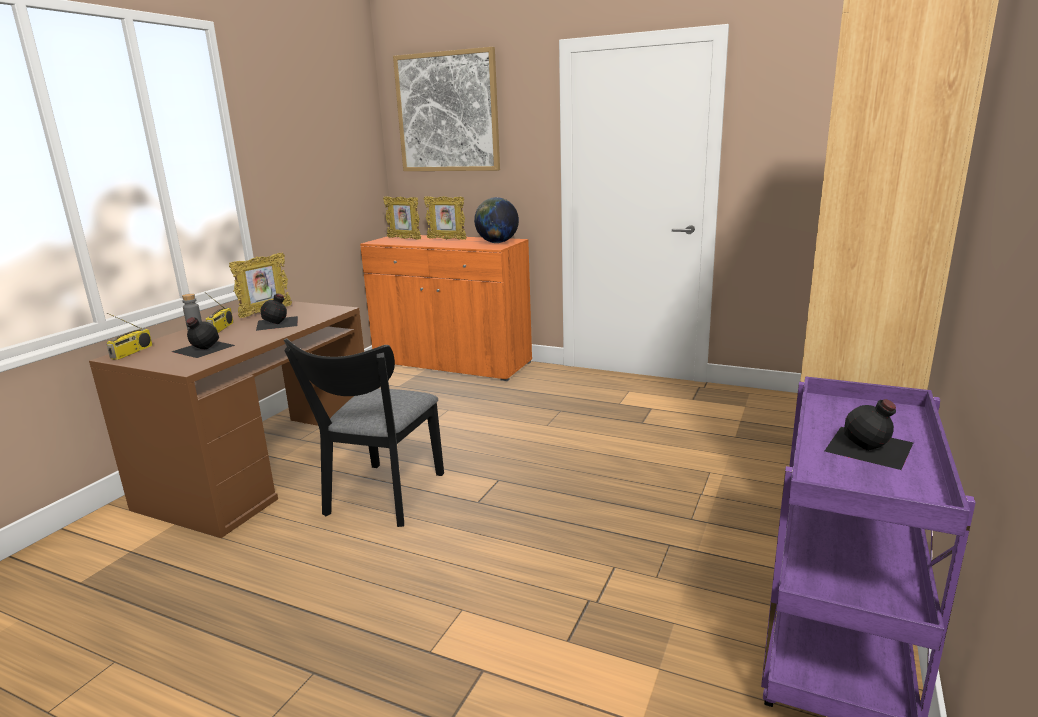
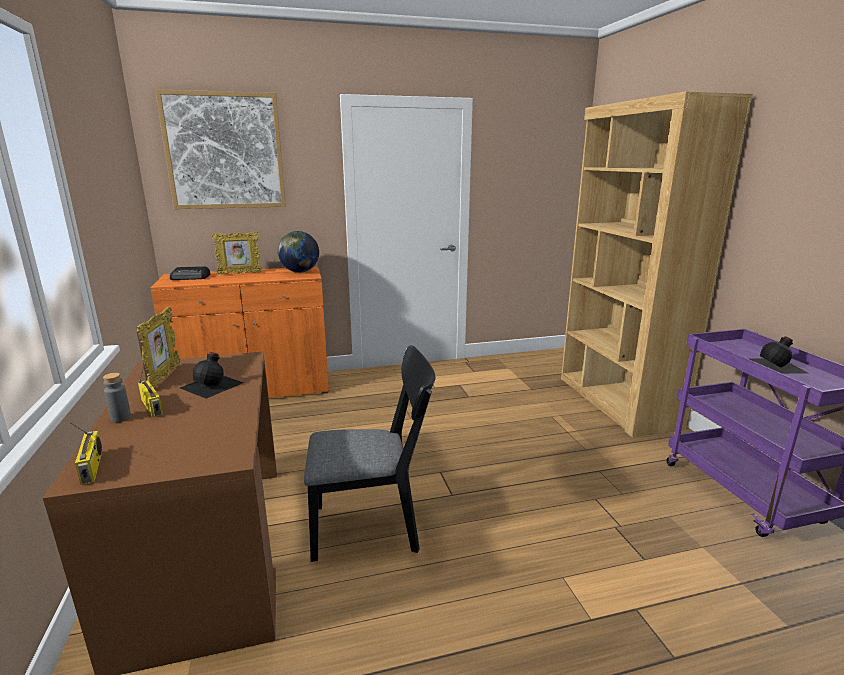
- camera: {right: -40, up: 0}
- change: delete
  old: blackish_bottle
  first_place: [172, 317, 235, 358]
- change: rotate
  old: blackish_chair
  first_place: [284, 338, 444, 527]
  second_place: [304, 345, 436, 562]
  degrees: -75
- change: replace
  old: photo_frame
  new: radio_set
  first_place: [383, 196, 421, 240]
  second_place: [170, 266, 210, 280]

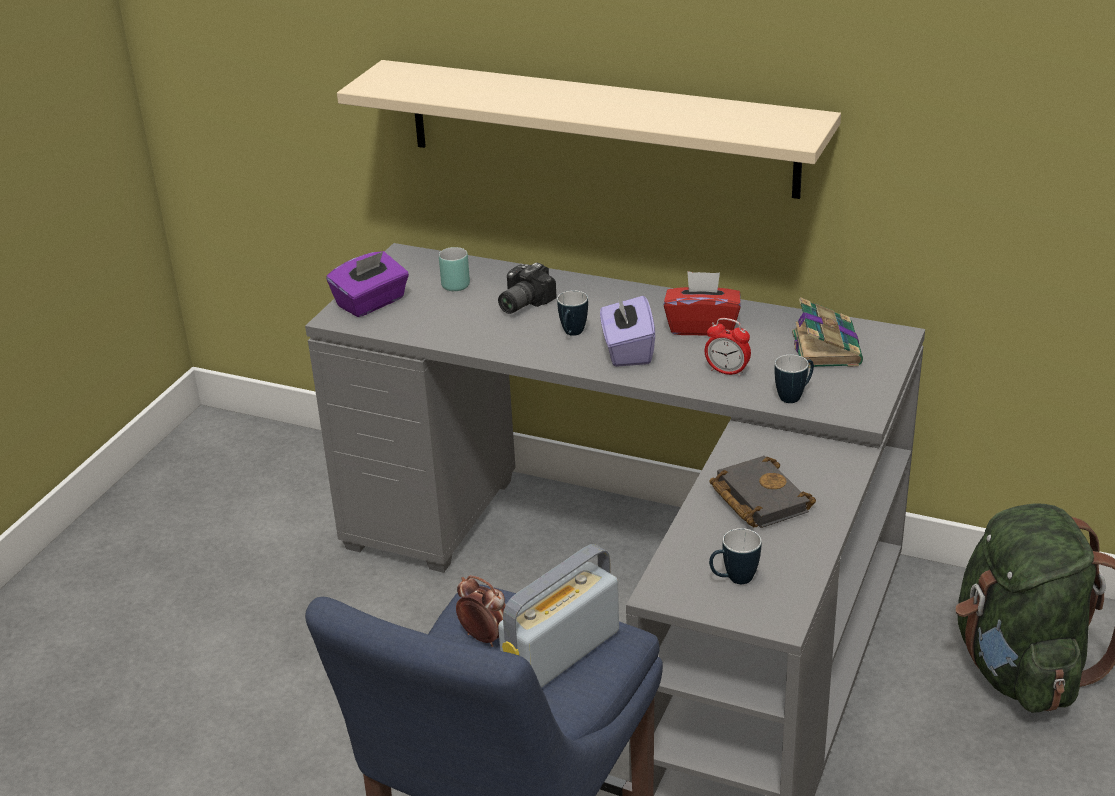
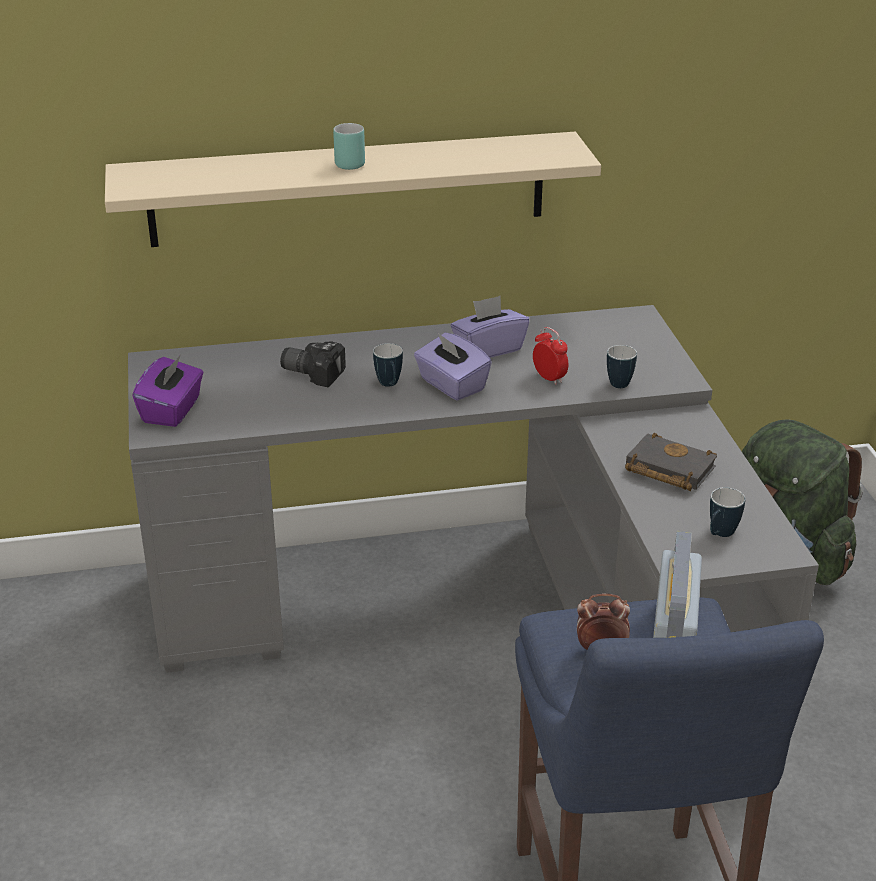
- camera: {right: -35, up: 0}
- change: move
  old: blue-green_coffee_mug
  first_place: [439, 247, 470, 291]
  second_place: [333, 123, 365, 170]
- change: rotate
  old: still_camera
  first_place: [498, 262, 557, 314]
  second_place: [280, 341, 346, 387]
  degrees: 105
- change: recolor
  old: red_tissue_box
  new: purple-coloured_tissue_box
  first_place: [664, 271, 741, 336]
  second_place: [451, 296, 529, 358]
- change: rotate
  old: table_clock
  first_place: [705, 318, 751, 377]
  second_place: [533, 327, 568, 385]
  degrees: -120
- change: delete
  old: bound_book
  first_place: [792, 297, 863, 368]

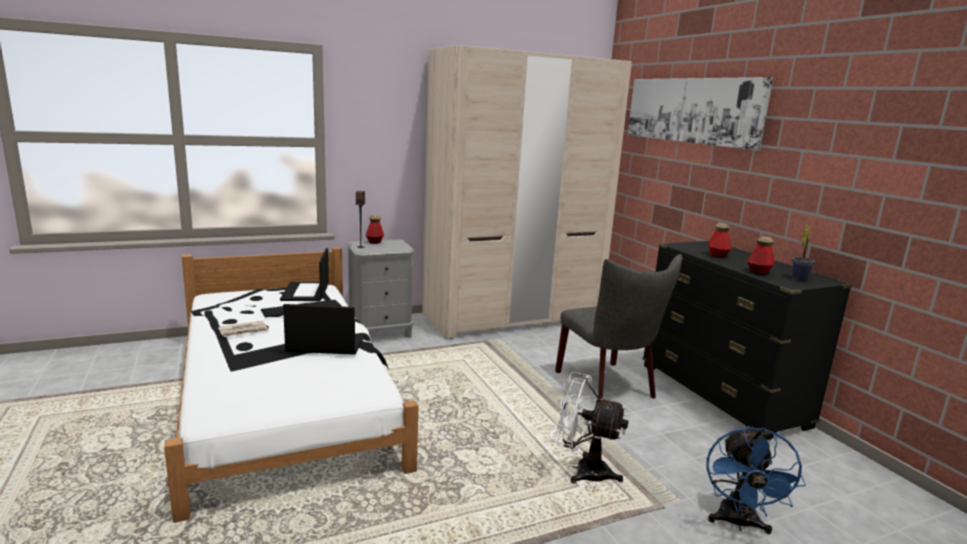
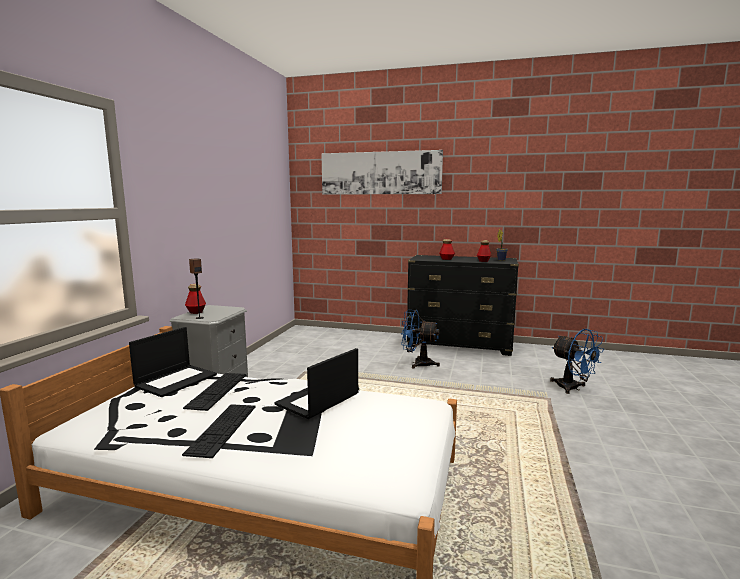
- camera: {right: -50, up: -5}
- change: replace
  old: newspaper
  new: keyboard
  first_place: [218, 321, 269, 337]
  second_place: [182, 404, 255, 458]
- change: rotate
  old: portable_computer
  first_place: [280, 248, 329, 301]
  second_place: [129, 327, 217, 397]
  degrees: -90
- change: delete
  old: beige_armoire
  first_place: [422, 45, 632, 339]
- change: delete
  old: whitish_fan
  first_place: [554, 372, 629, 483]
- change: replace
  old: greyish_chair
  new: blue_fan
  first_place: [555, 254, 682, 399]
  second_place: [401, 310, 440, 368]

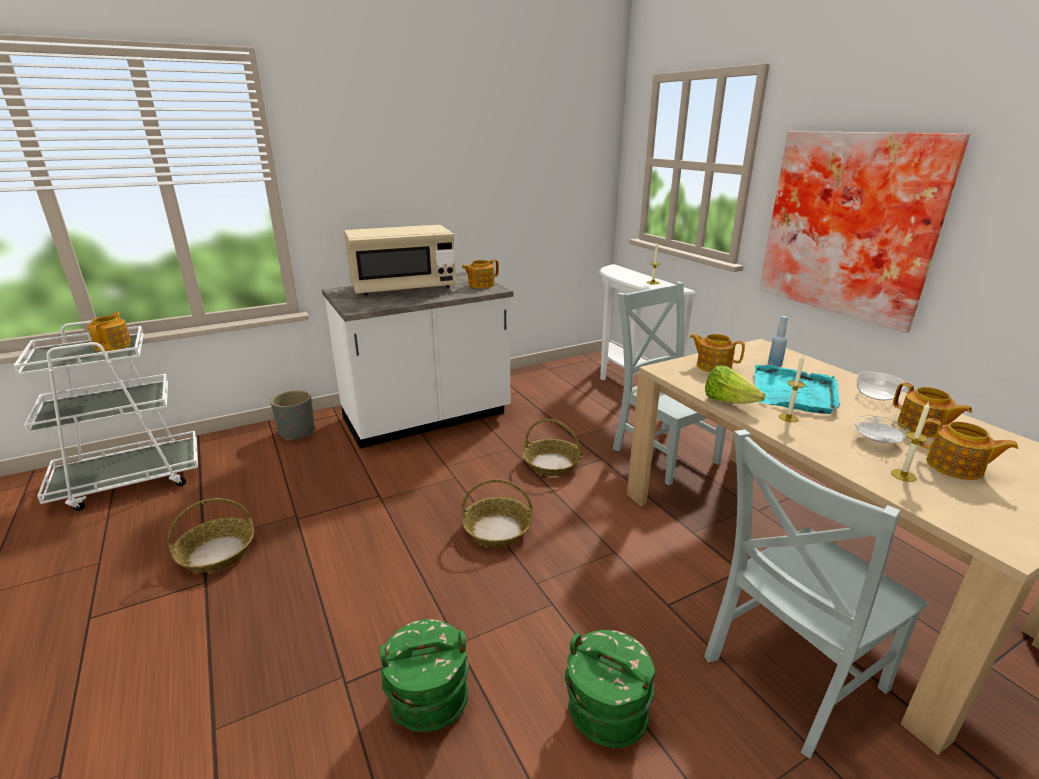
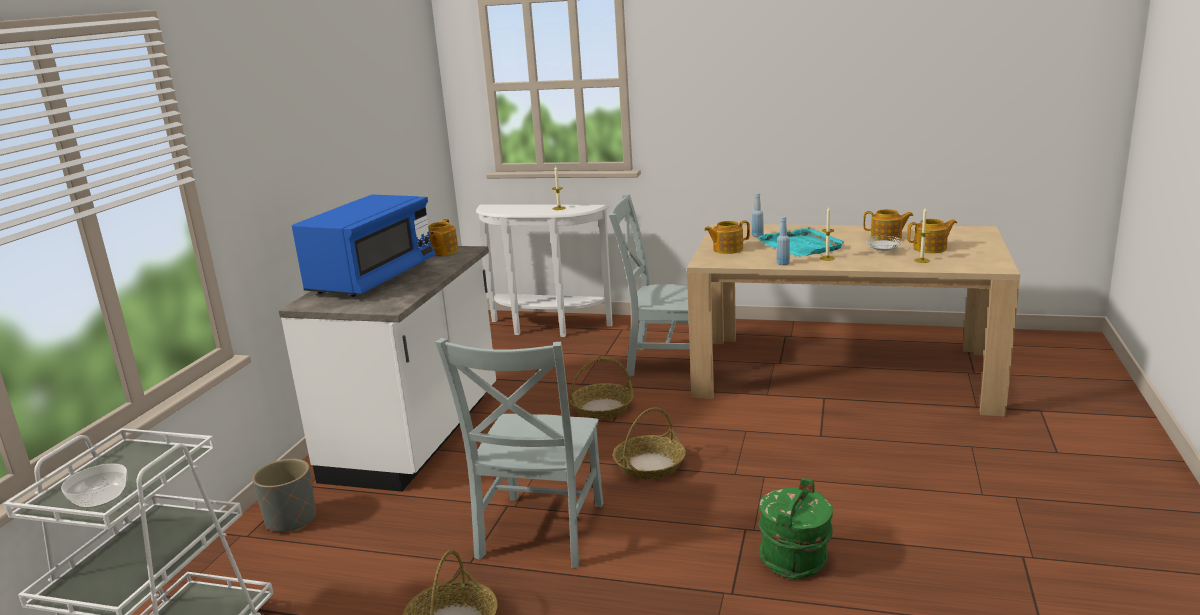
- camera: {right: -45, up: -5}
- change: delete
  old: teapot
  first_place: [87, 312, 132, 351]
- change: recolor
  old: beige_kitchen_microwave
  new: blue_kitchen_microwave
  first_place: [344, 225, 457, 295]
  second_place: [292, 195, 435, 297]
- change: delete
  old: green_water_bucket
  first_place: [565, 630, 656, 748]
- change: move
  old: greyish_chair
  first_place: [704, 430, 929, 758]
  second_place: [435, 338, 603, 568]
- change: replace
  old: head_of_lettuce
  new: blue_bottle
  first_place: [705, 366, 766, 404]
  second_place: [777, 216, 790, 265]
- change: delete
  old: wall_picture
  first_place: [759, 131, 970, 333]
- change: move
  old: bowl
  first_place: [857, 372, 905, 400]
  second_place: [61, 464, 127, 508]

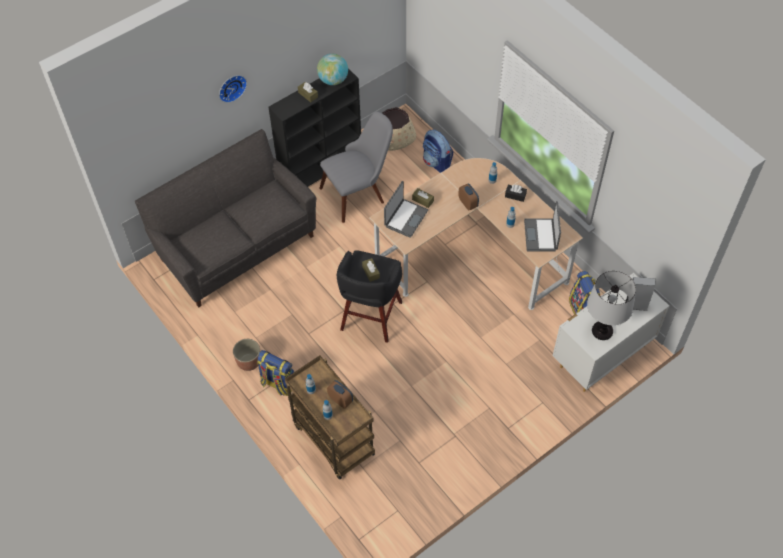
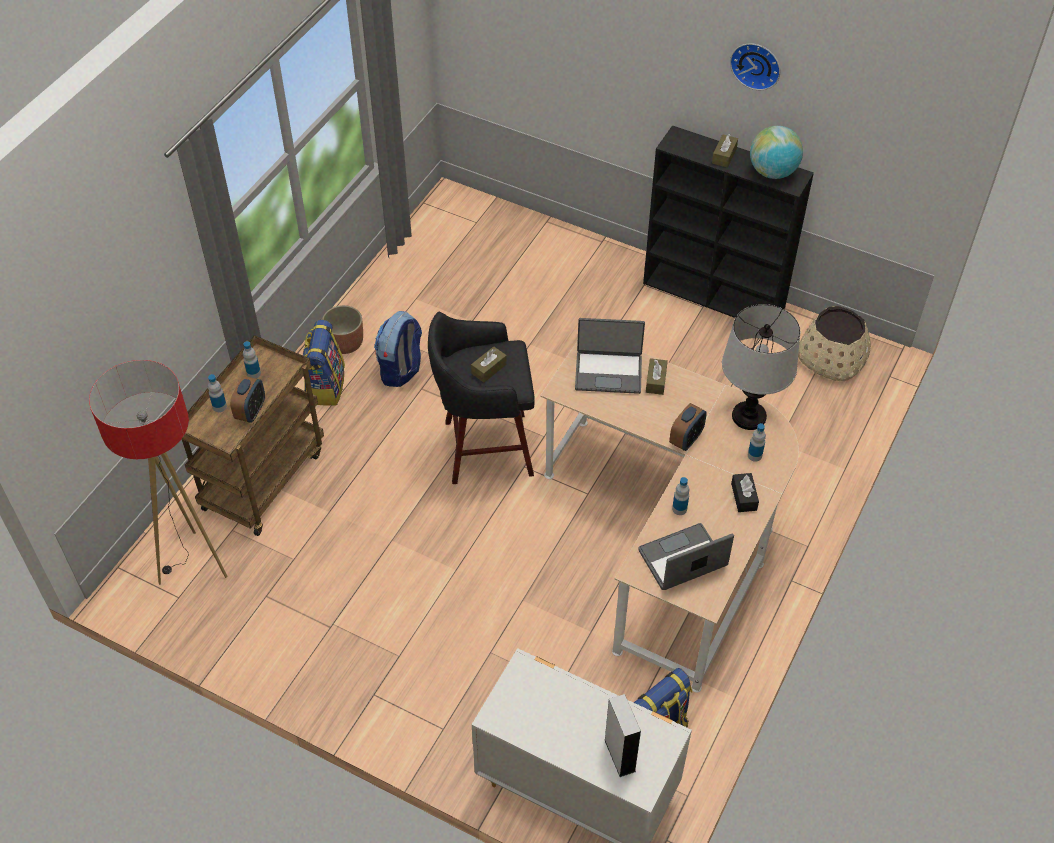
- camera: {right: 65, up: -5}
- change: delete
  old: greyish_settee
  first_place: [135, 129, 316, 307]
- change: move
  old: wall_clock
  first_place: [219, 75, 247, 103]
  second_place: [730, 43, 780, 90]
- change: delete
  old: greyish_chair
  first_place: [319, 112, 393, 223]
- change: move
  old: rucksack
  first_place: [423, 130, 453, 173]
  second_place: [374, 311, 422, 387]
- change: move
  old: tabletop_lamp
  first_place: [587, 271, 636, 340]
  second_place: [722, 304, 800, 430]
- change: insert
  new: floor_lamp
  second_place: [89, 360, 227, 585]

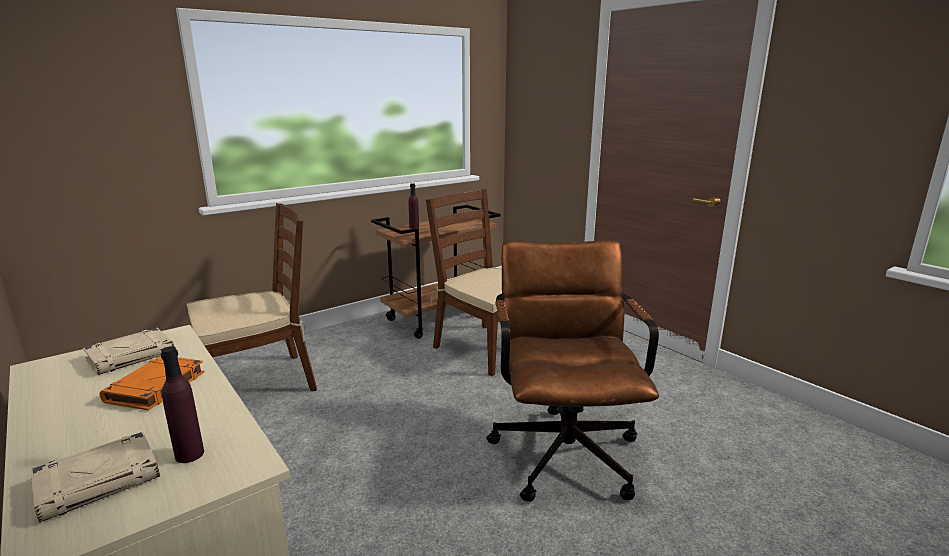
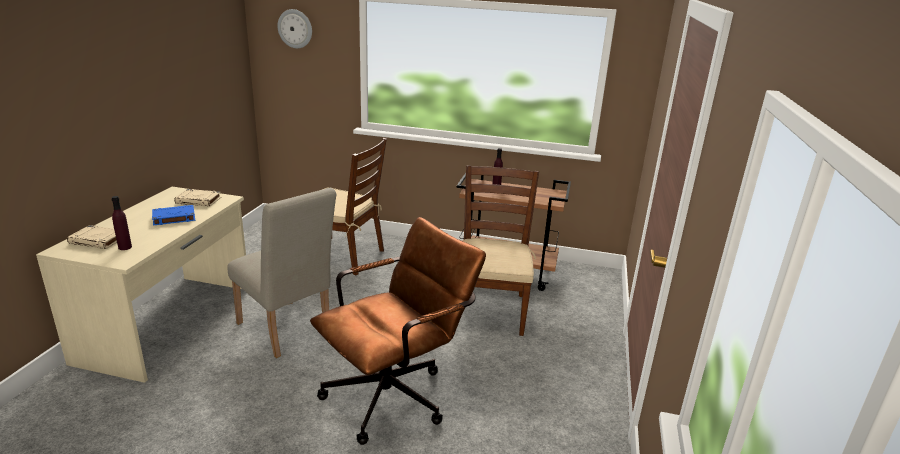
- camera: {right: 50, up: 5}
- change: recolor
  old: orange-coloured_bound_book
  new: blue_bound_book
  first_place: [100, 356, 205, 411]
  second_place: [152, 205, 195, 226]
- change: insert
  new: beige_chair
  second_place: [227, 188, 336, 358]
- change: insert
  new: wall_clock
  second_place: [277, 9, 312, 48]

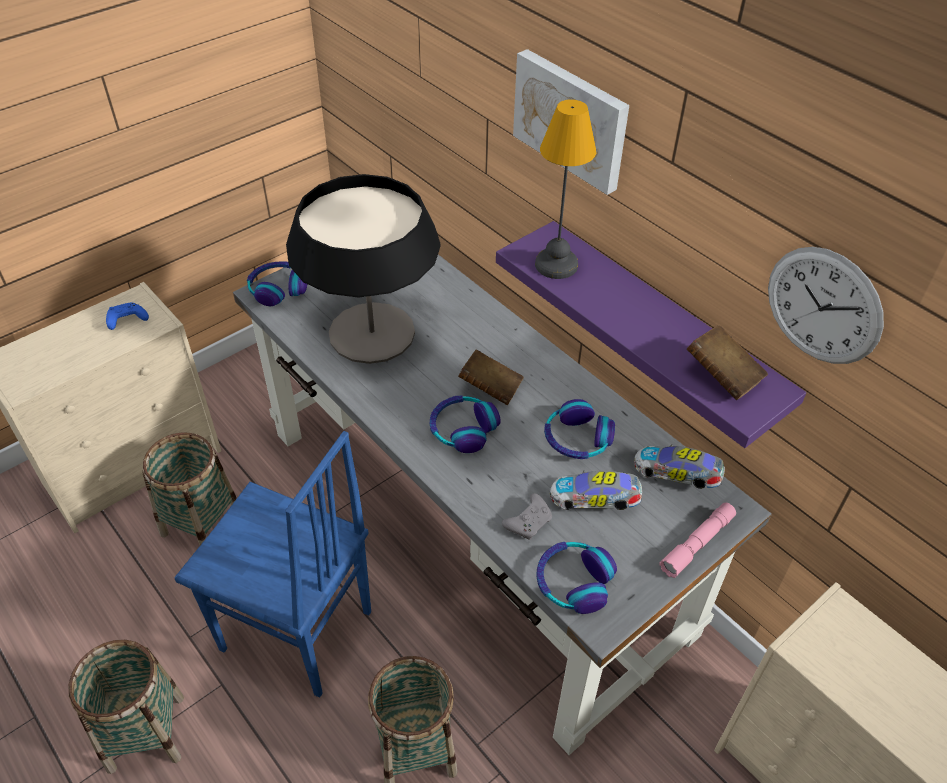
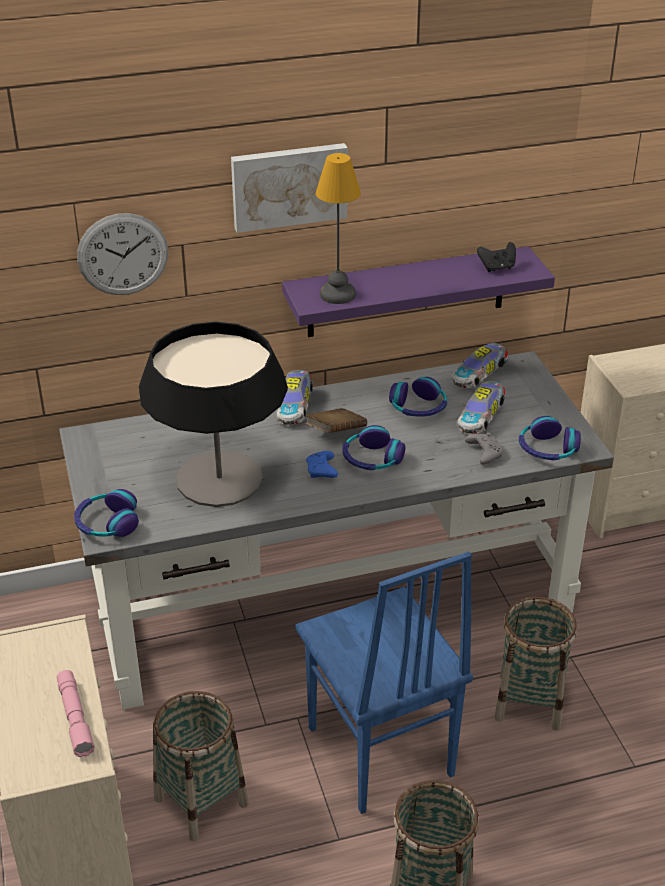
- camera: {right: -65, up: -10}
- change: move
  old: blue_joypad
  first_place: [106, 302, 149, 330]
  second_place: [306, 451, 338, 478]
- change: rotate
  old: blue_chair
  first_place: [174, 431, 371, 698]
  second_place: [296, 552, 473, 814]
  degrees: 105
- change: move
  old: pink_flashlight
  first_place: [659, 502, 736, 578]
  second_place: [57, 670, 95, 757]
- change: replace
  old: brown-coloured_bound_book
  new: blackish_joypad
  first_place: [687, 325, 768, 400]
  second_place: [477, 242, 516, 272]
- change: move
  old: wall_clock
  first_place: [768, 247, 884, 364]
  second_place: [77, 213, 168, 295]
- change: insert
  new: toy_car
  second_place: [276, 370, 313, 425]

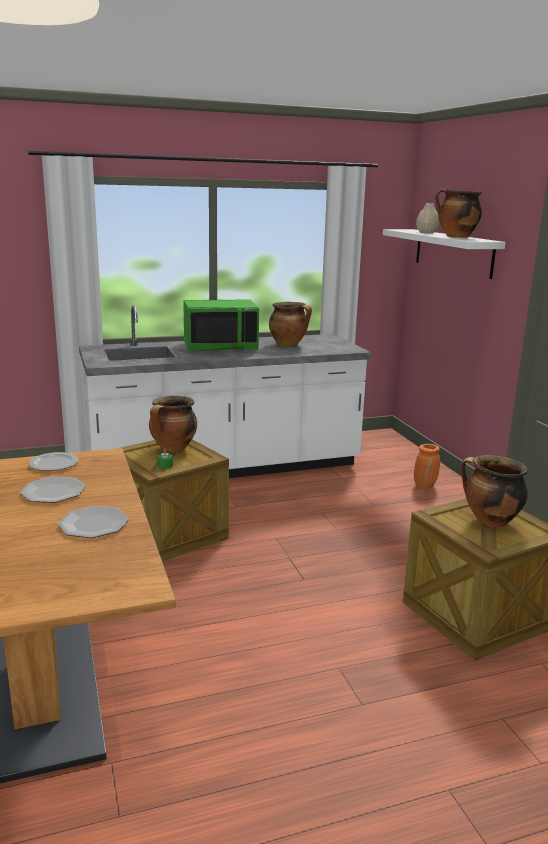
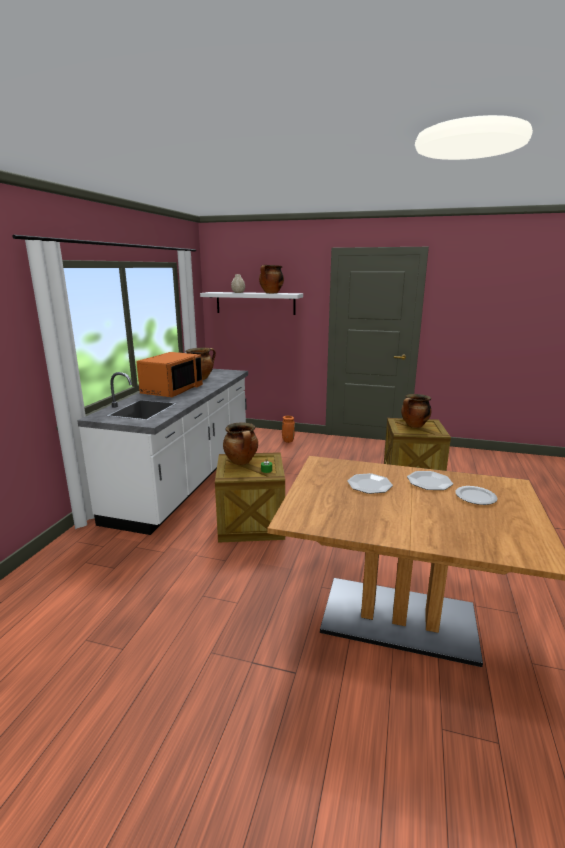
- camera: {right: -55, up: 0}
- change: move
  old: flat_dish
  first_place: [29, 452, 78, 471]
  second_place: [455, 486, 497, 505]
- change: recolor
  old: green_kitchen_microwave
  new: orange-coloured_kitchen_microwave
  first_place: [183, 299, 259, 351]
  second_place: [136, 352, 203, 397]

